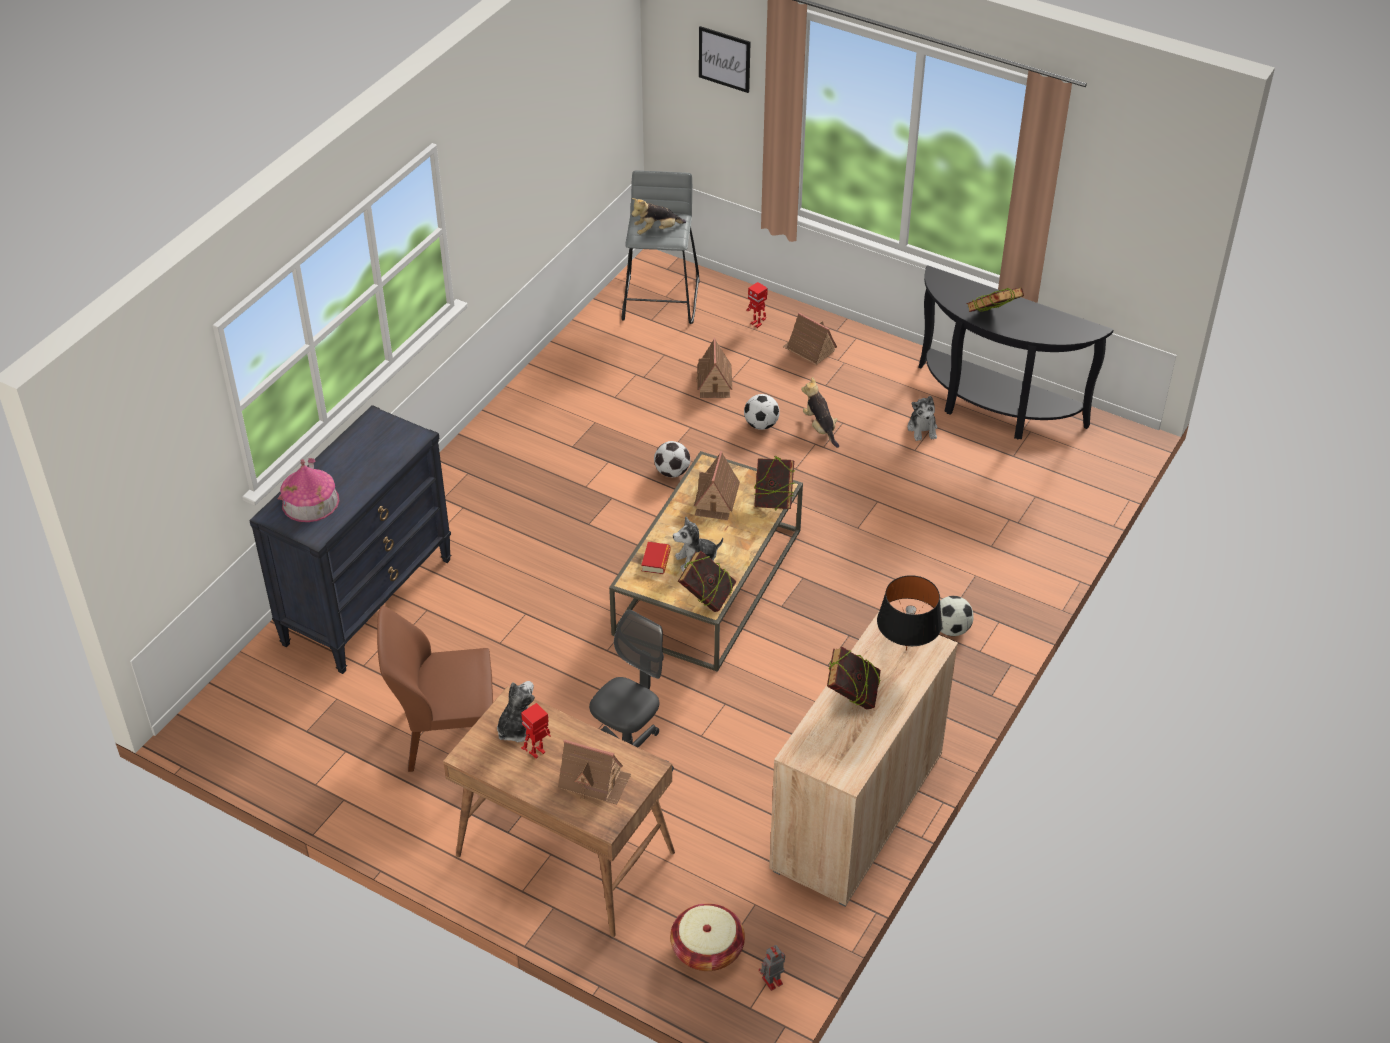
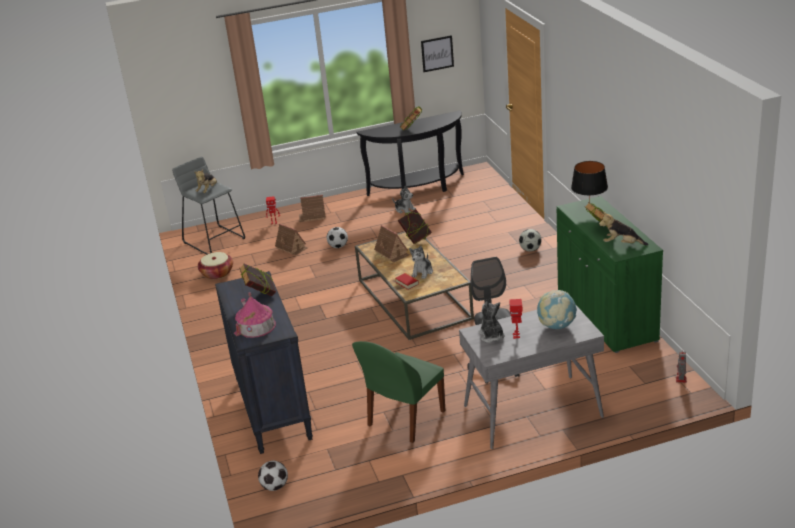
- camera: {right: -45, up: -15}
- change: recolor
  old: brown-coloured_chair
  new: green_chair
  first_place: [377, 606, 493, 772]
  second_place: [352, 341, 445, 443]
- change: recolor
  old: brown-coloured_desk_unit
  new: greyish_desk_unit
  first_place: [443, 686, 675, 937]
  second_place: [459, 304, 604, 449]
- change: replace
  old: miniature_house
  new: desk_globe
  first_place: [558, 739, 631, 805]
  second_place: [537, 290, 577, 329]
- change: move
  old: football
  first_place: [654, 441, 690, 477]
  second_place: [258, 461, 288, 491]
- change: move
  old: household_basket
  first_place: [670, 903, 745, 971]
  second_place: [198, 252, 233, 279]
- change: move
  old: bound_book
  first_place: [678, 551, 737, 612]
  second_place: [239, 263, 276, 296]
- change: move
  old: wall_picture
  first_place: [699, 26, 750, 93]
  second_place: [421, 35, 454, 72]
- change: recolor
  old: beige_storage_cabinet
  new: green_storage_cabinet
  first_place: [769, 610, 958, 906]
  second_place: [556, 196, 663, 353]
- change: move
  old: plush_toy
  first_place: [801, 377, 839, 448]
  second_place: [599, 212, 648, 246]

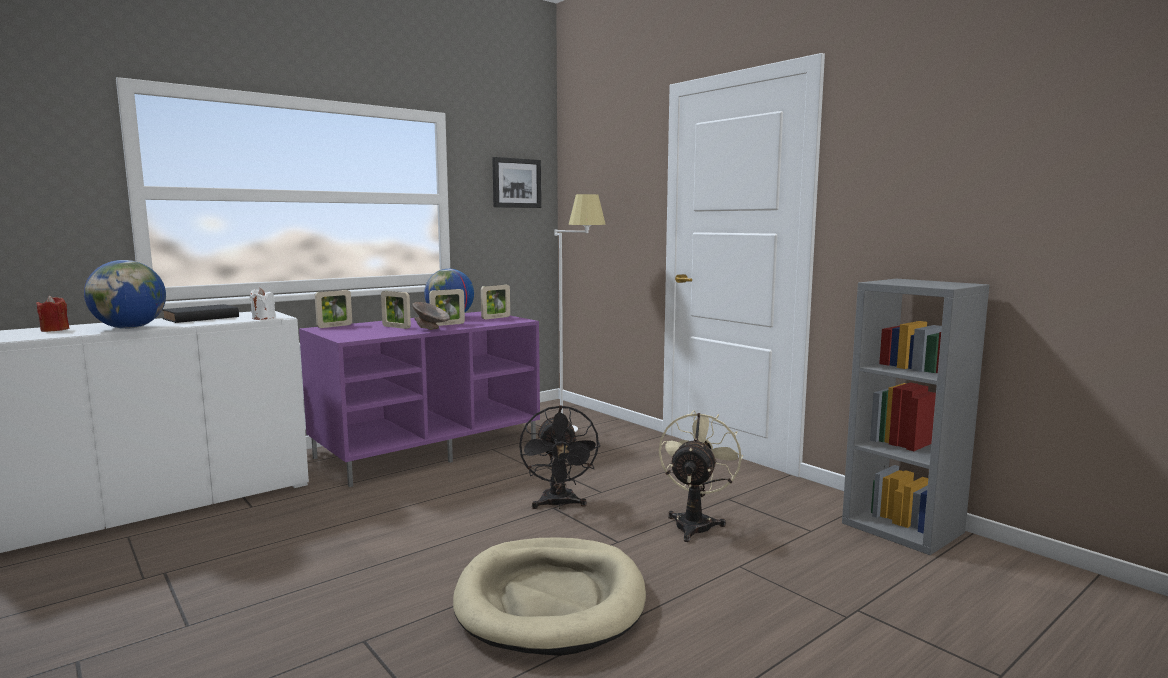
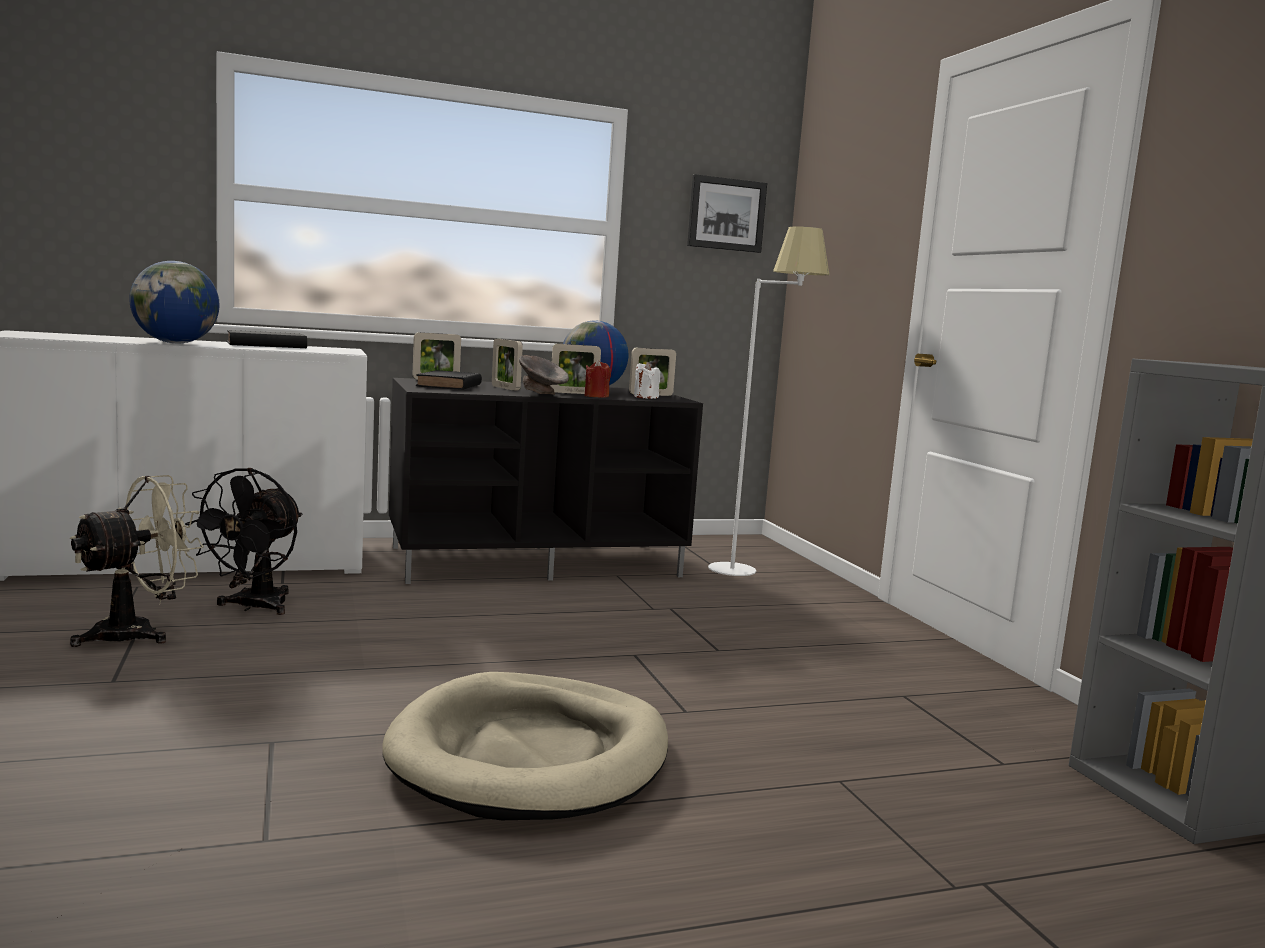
- camera: {right: 20, up: 0}
- change: move
  old: red_wax_light
  first_place: [36, 296, 69, 332]
  second_place: [585, 360, 611, 397]
- change: move
  old: whitish_wax_light
  first_place: [250, 288, 276, 320]
  second_place: [634, 362, 660, 399]
- change: recolor
  old: purple-coloured_tv_unit
  new: blackish_tv_unit
  first_place: [299, 312, 540, 487]
  second_place: [389, 378, 703, 584]
- change: move
  old: blackish_fan
  first_place: [519, 405, 600, 509]
  second_place: [185, 468, 302, 615]
- change: move
  old: beige_fan
  first_place: [659, 410, 743, 542]
  second_place: [70, 475, 204, 647]
- change: insert
  new: blackish_bound_book
  second_place: [416, 370, 482, 390]

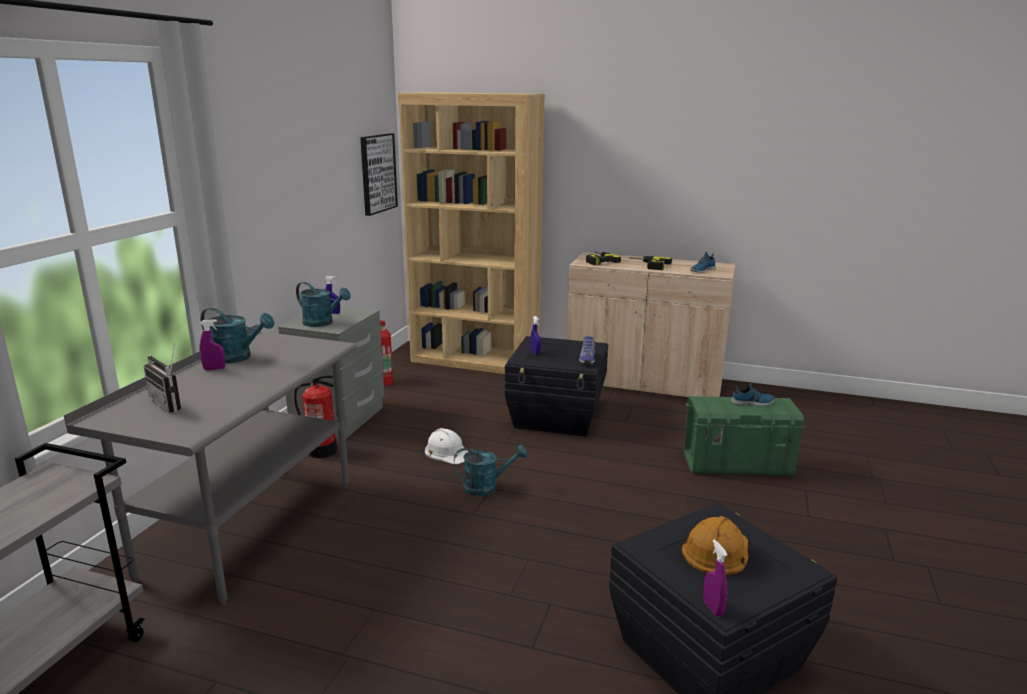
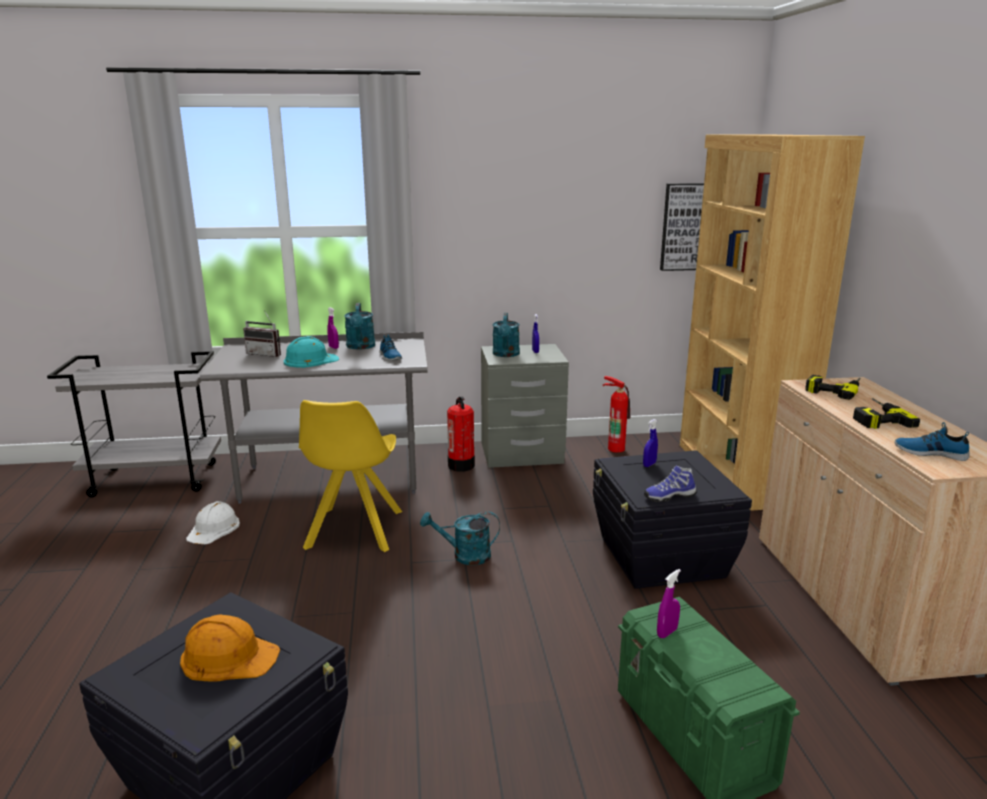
- camera: {right: 65, up: 0}
- change: rotate
  old: radio_set
  first_place: [144, 343, 181, 412]
  second_place: [243, 310, 281, 357]
  degrees: -90
- change: move
  old: whitish_work_helmet
  first_place: [425, 428, 468, 464]
  second_place: [186, 501, 240, 544]
- change: rotate
  old: blue-green_watering_pot
  first_place: [454, 445, 528, 496]
  second_place: [420, 512, 500, 565]
  degrees: 120
- change: move
  old: purple-coloured_sprayer
  first_place: [703, 539, 727, 617]
  second_place: [657, 569, 681, 638]
- change: move
  old: low_shoe
  first_place: [731, 382, 775, 406]
  second_place: [379, 335, 402, 361]
- change: insert
  new: blue-green_work_helmet
  second_place: [284, 336, 339, 368]
- change: insert
  new: yellowish_chair
  second_place: [299, 400, 402, 552]

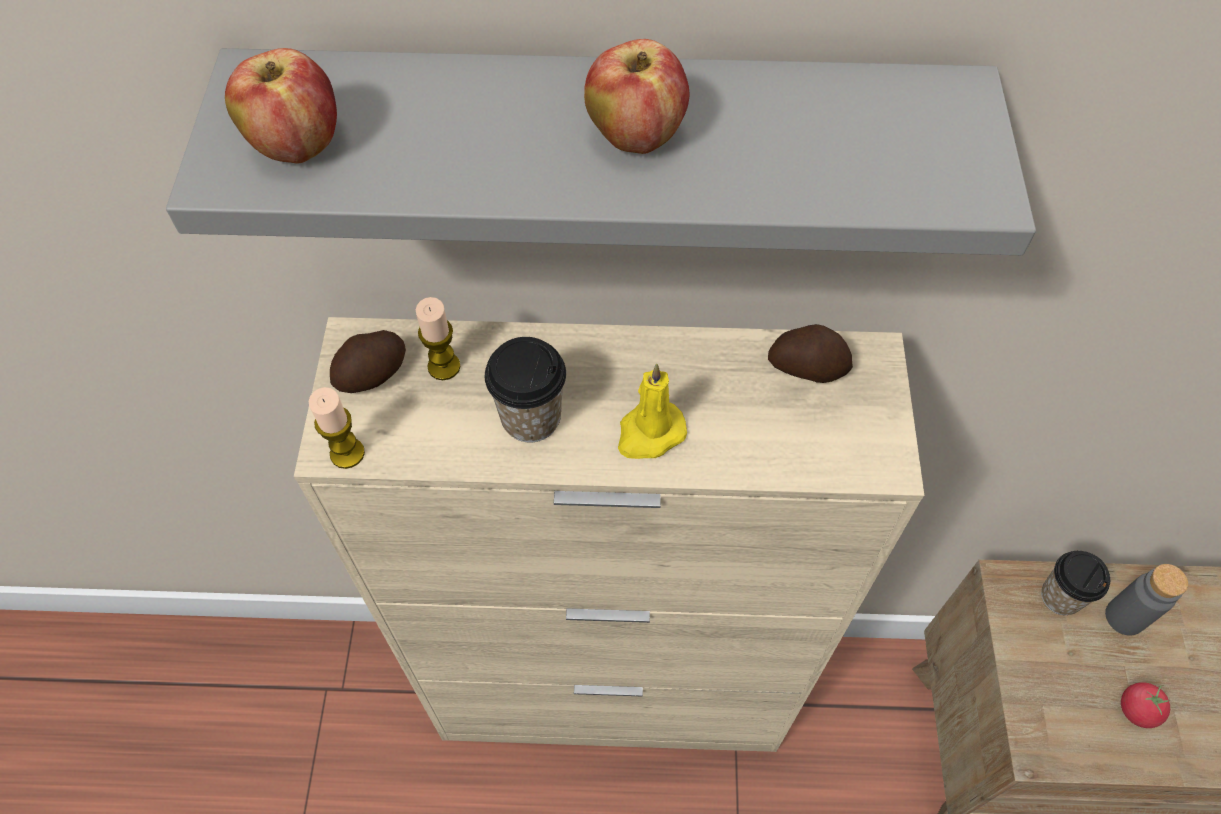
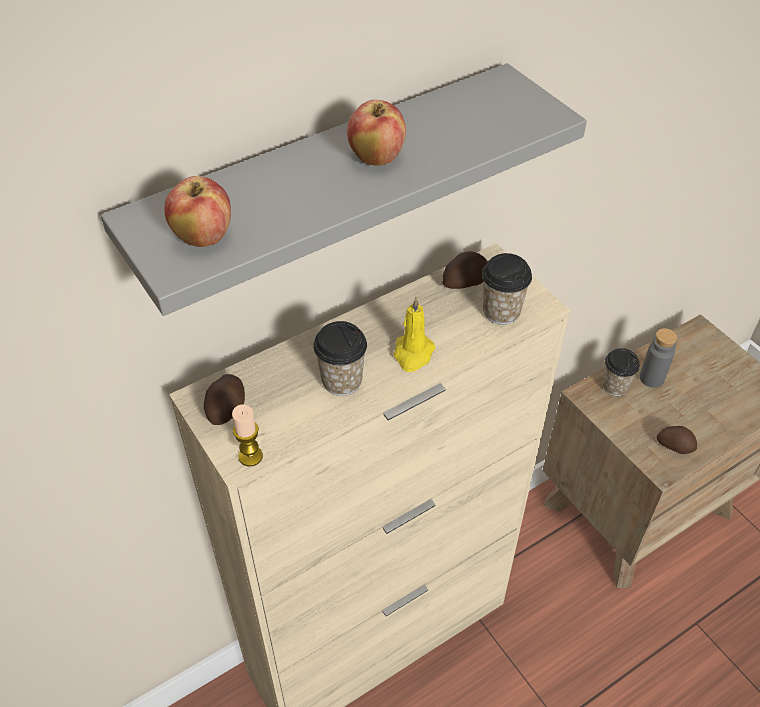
- camera: {right: -35, up: -10}
- change: delete
  old: wax_light
  first_place: [416, 297, 460, 380]
- change: delete
  old: fresh_tomato
  first_place: [1121, 682, 1170, 728]
- change: insert
  new: small_cup
  second_place: [482, 253, 532, 325]
- change: insert
  new: whole_potato
  second_place: [656, 426, 697, 454]

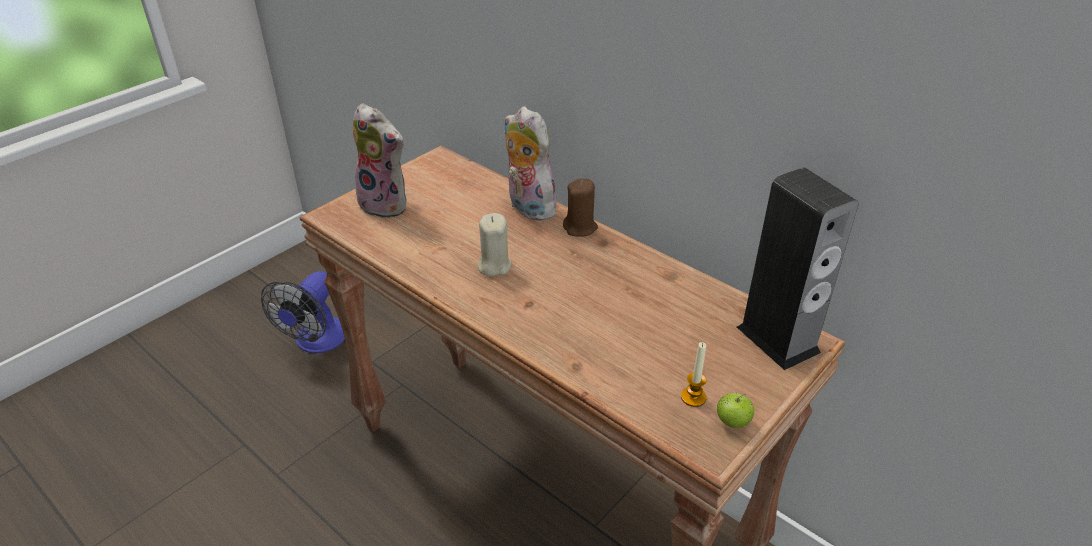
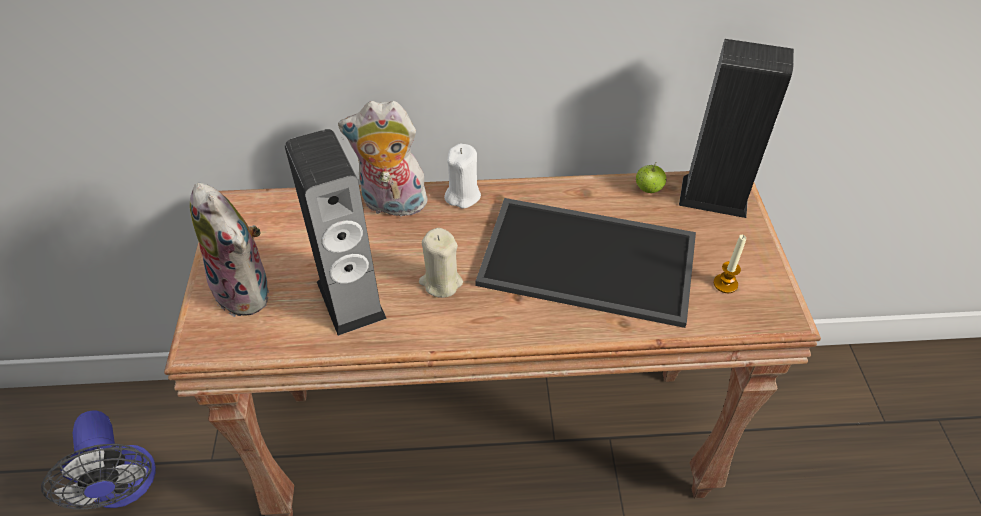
- camera: {right: -45, up: 10}
- change: rotate
  old: plush_toy
  first_place: [351, 103, 407, 219]
  second_place: [190, 183, 269, 317]
  degrees: 60
- change: recolor
  old: brown-coloured_wax_light
  new: whitish_wax_light
  first_place: [563, 179, 598, 237]
  second_place: [444, 144, 481, 208]
- change: move
  old: apple
  first_place: [717, 393, 754, 428]
  second_place: [636, 162, 666, 193]
- change: insert
  new: speaker
  second_place: [285, 129, 387, 336]
- change: insert
  new: carrying_tray
  second_place: [475, 198, 696, 328]

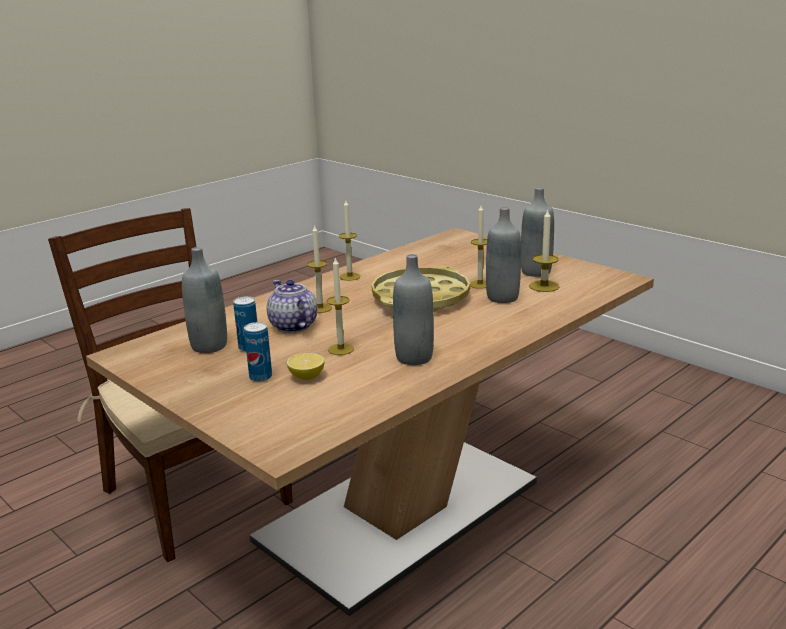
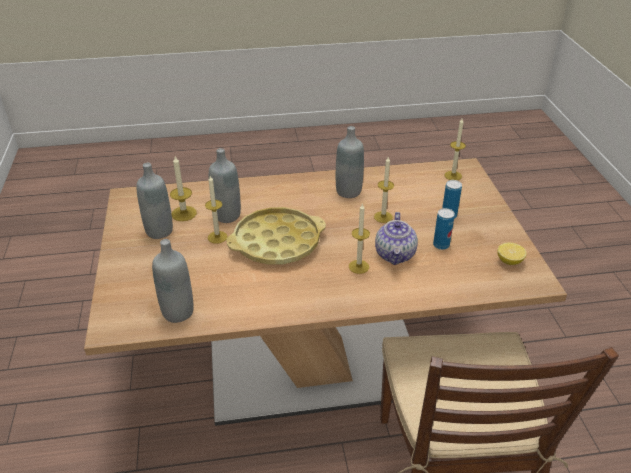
- camera: {right: -145, up: 15}
- change: move
  old: greyish_bottle
  first_place: [182, 247, 227, 353]
  second_place: [152, 239, 194, 323]
- change: move
  old: citrus_fruit
  first_place: [287, 353, 325, 380]
  second_place: [497, 243, 526, 265]
- change: move
  old: wax_light
  first_place: [339, 200, 361, 281]
  second_place: [444, 118, 466, 180]

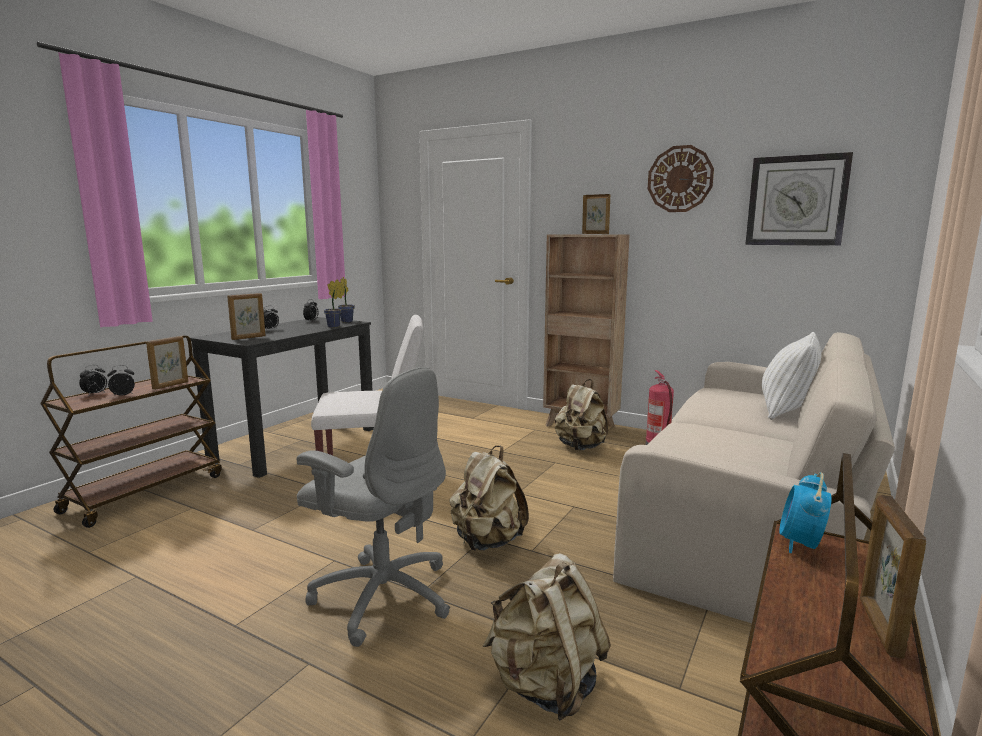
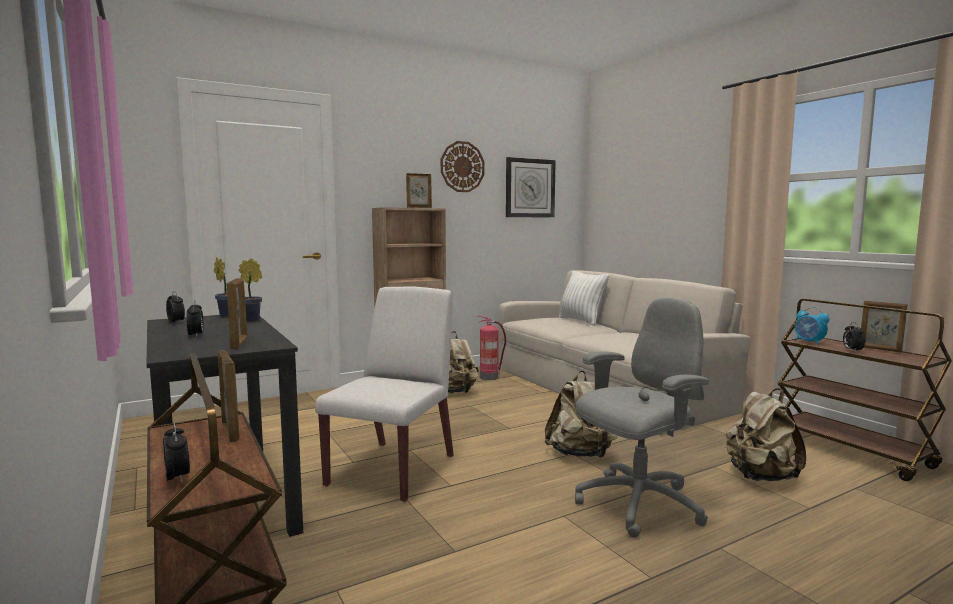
- camera: {right: -60, up: -5}
- change: move
  old: table_clock
  first_place: [107, 365, 135, 396]
  second_place: [843, 322, 865, 351]

